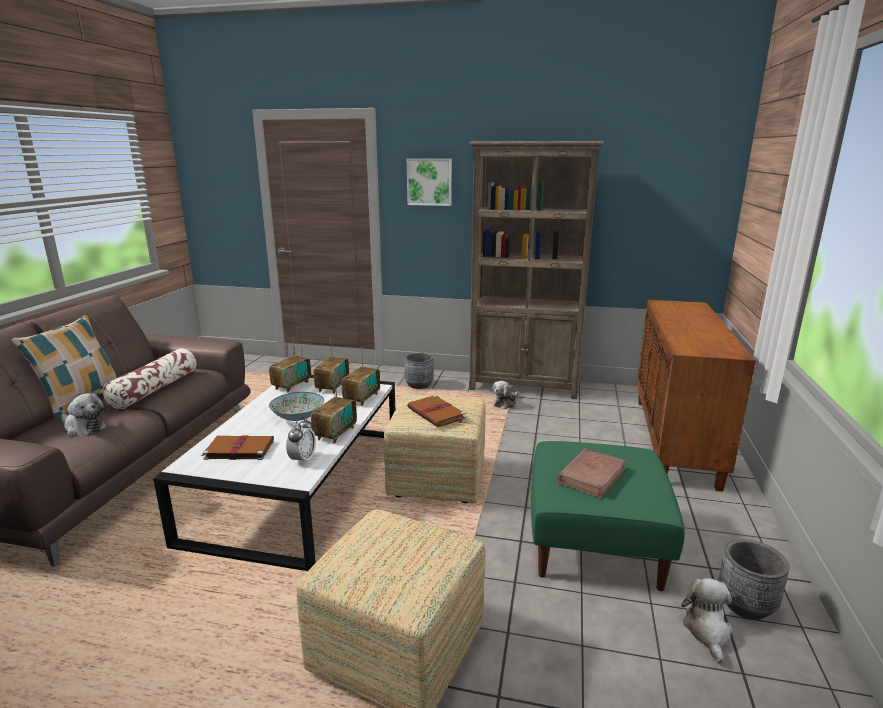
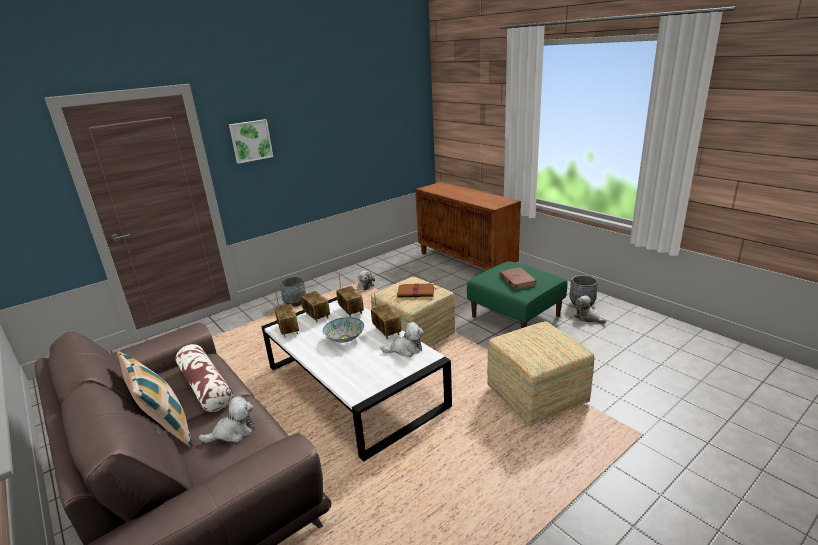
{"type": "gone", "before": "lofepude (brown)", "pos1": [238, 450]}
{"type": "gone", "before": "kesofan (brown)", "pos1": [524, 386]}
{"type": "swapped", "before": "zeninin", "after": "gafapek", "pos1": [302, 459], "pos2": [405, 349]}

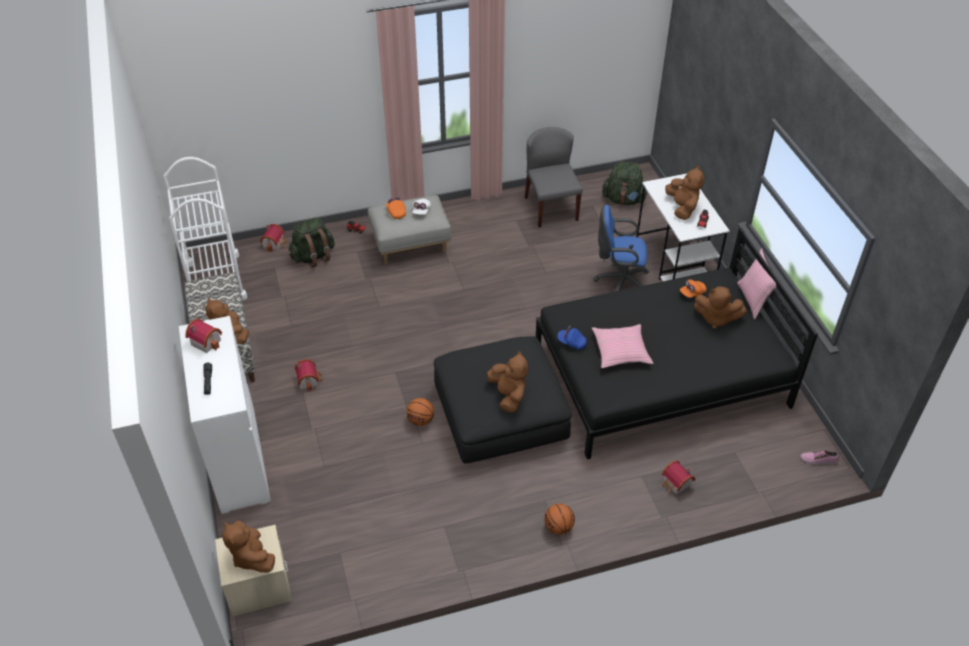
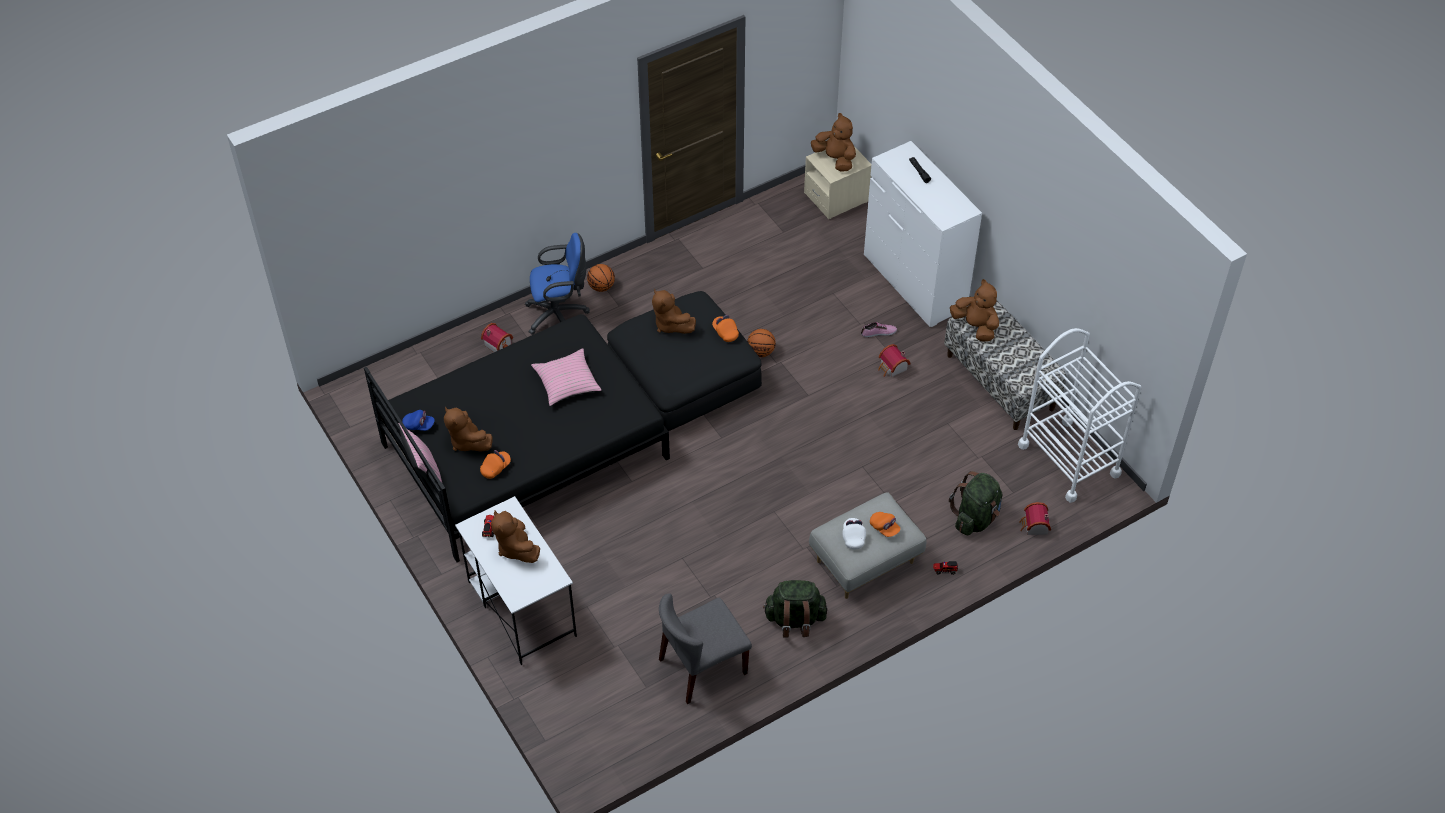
{"type": "gone", "before": "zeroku", "pos1": [206, 341]}
{"type": "new", "after": "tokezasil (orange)", "pos2": [725, 332]}
{"type": "shifted", "before": "tokezasil (blue)", "pos1": [571, 342], "pos2": [419, 425]}
{"type": "shifted", "before": "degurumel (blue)", "pos1": [619, 282], "pos2": [559, 315]}
{"type": "shifted", "before": "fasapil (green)", "pos1": [623, 200], "pos2": [795, 620]}
{"type": "shifted", "before": "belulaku", "pos1": [818, 459], "pos2": [878, 332]}
{"type": "rotated", "before": "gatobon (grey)", "pos1": [550, 208], "pos2": [702, 667], "turn": 90}
{"type": "rotated", "before": "gafapek (brown)", "pos1": [716, 318], "pos2": [467, 441], "turn": -135}

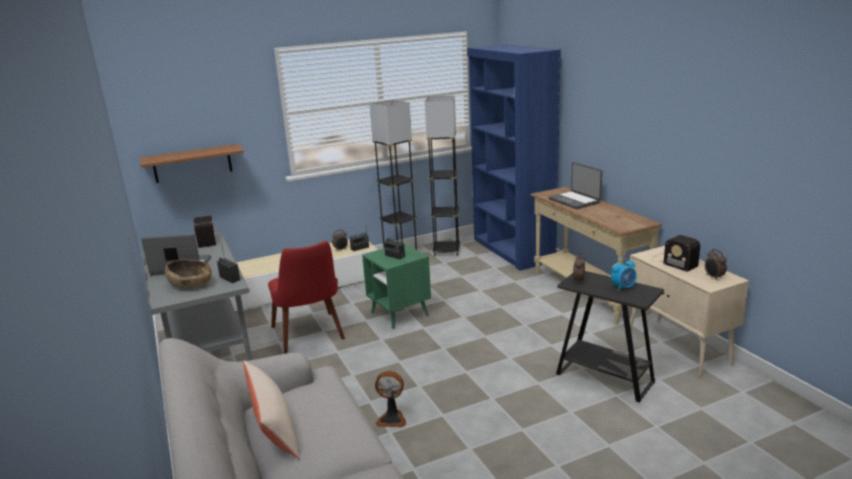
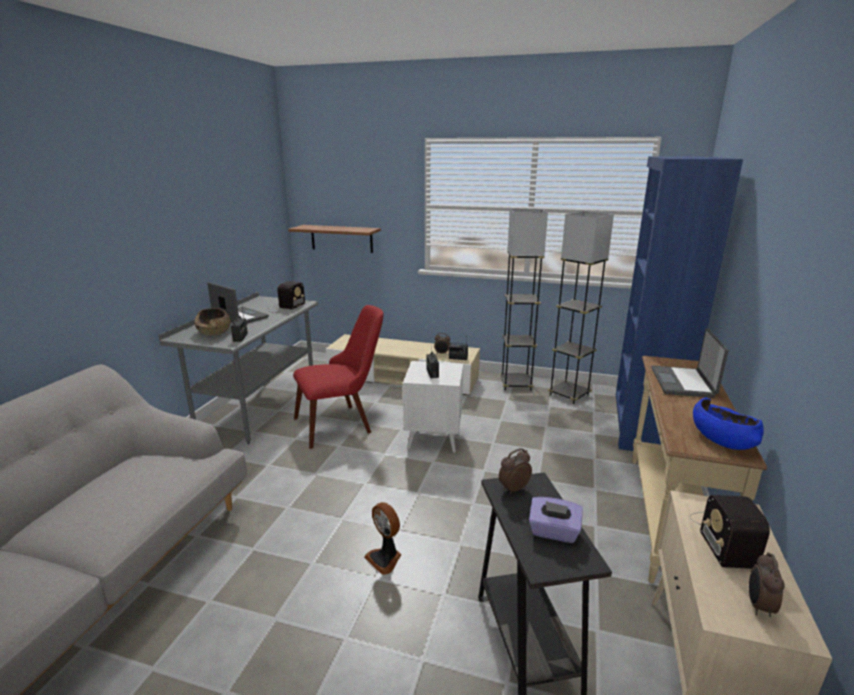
{"type": "gone", "before": "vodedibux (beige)", "pos1": [273, 428]}
{"type": "new", "after": "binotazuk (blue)", "pos2": [722, 438]}
{"type": "shifted", "before": "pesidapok", "pos1": [392, 419], "pos2": [385, 558]}
{"type": "swapped", "before": "zeninin", "after": "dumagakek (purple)", "pos1": [623, 287], "pos2": [553, 532]}
{"type": "repainted", "before": "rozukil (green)", "after": "rozukil (white)", "pos1": [399, 314], "pos2": [433, 438]}
{"type": "rotated", "before": "gatobon (red)", "pos1": [311, 337], "pos2": [342, 423], "turn": -135}

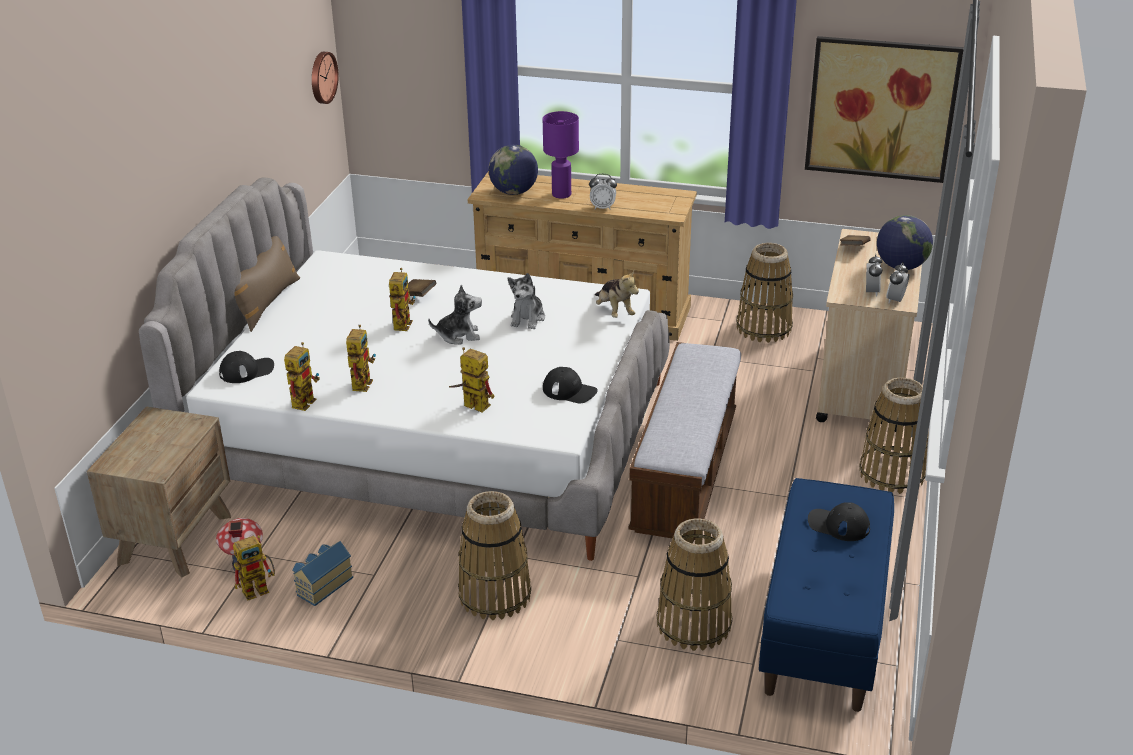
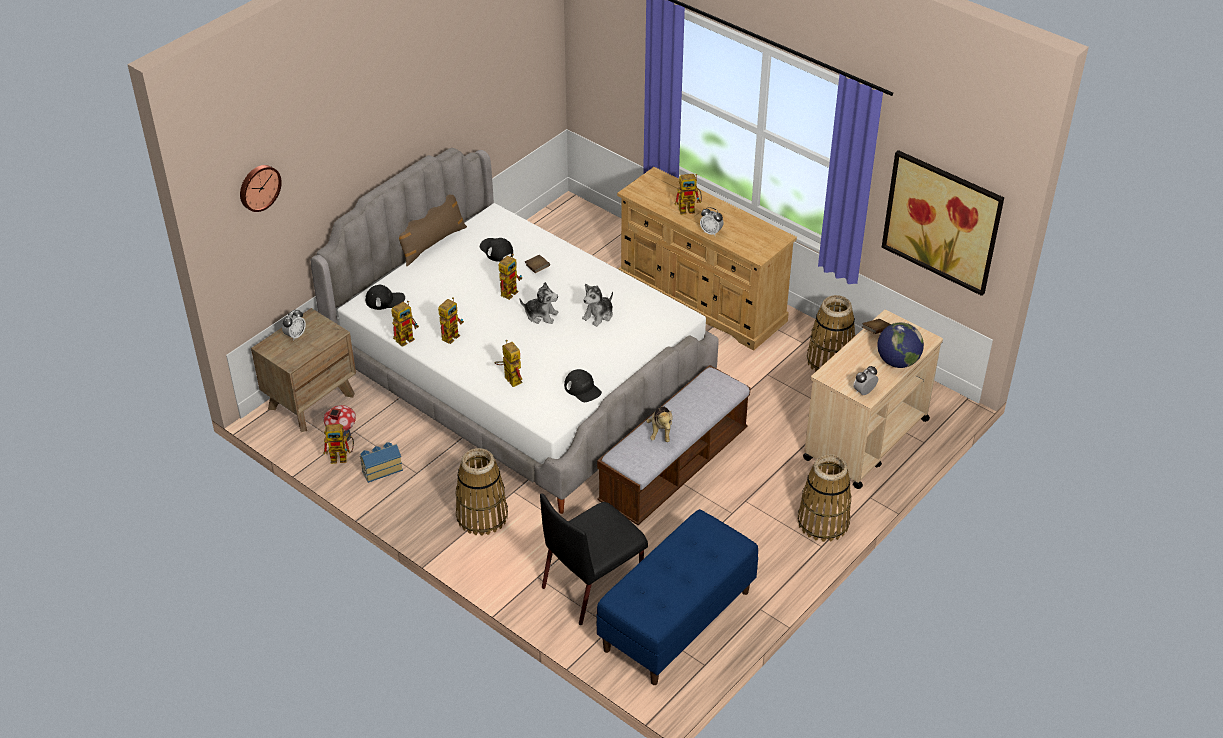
{"type": "gone", "before": "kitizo", "pos1": [514, 192]}
{"type": "shifted", "before": "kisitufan", "pos1": [322, 77], "pos2": [258, 187]}
{"type": "shifted", "before": "gafapek", "pos1": [614, 311], "pos2": [661, 431]}
{"type": "shifted", "before": "tokezasil (black)", "pos1": [838, 525], "pos2": [496, 250]}
{"type": "shifted", "before": "zeninin", "pos1": [871, 292], "pos2": [295, 335]}
{"type": "swapped", "before": "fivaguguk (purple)", "after": "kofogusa", "pos1": [561, 194], "pos2": [690, 209]}
{"type": "swapped", "before": "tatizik", "after": "gatobon (black)", "pos1": [693, 624], "pos2": [593, 585]}

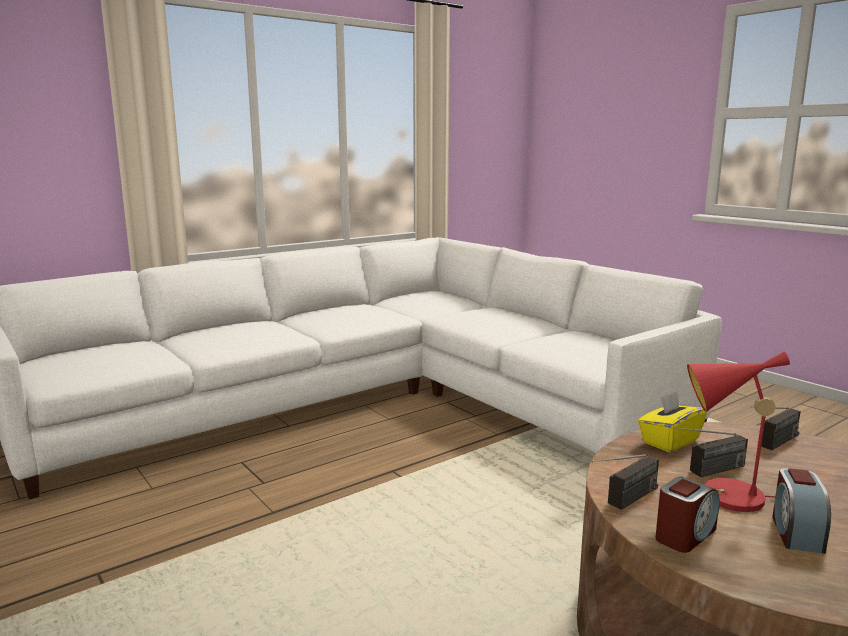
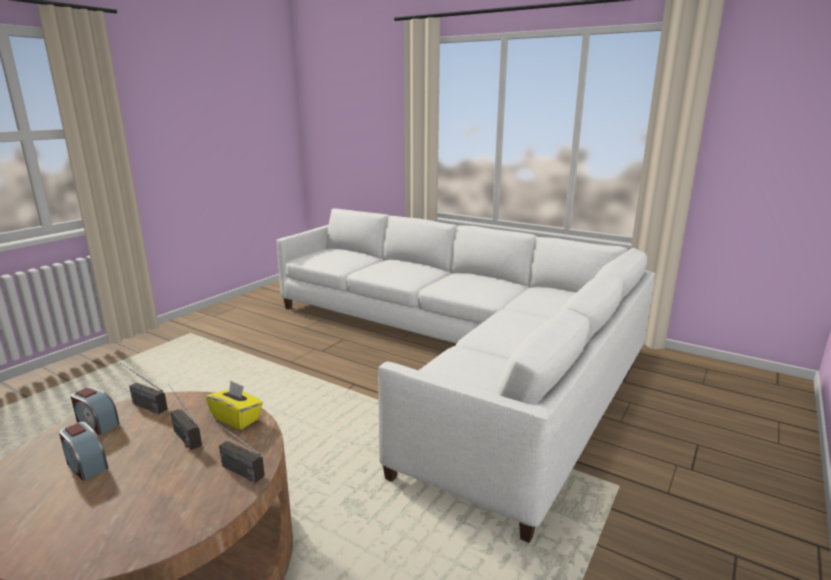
{"type": "gone", "before": "fivaguguk (red)", "pos1": [724, 497]}
{"type": "rotated", "before": "zeninin", "pos1": [796, 532], "pos2": [86, 465], "turn": -135}

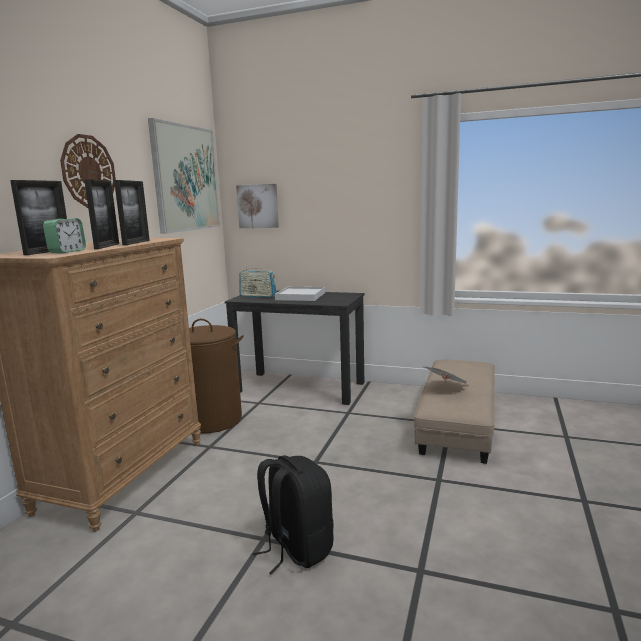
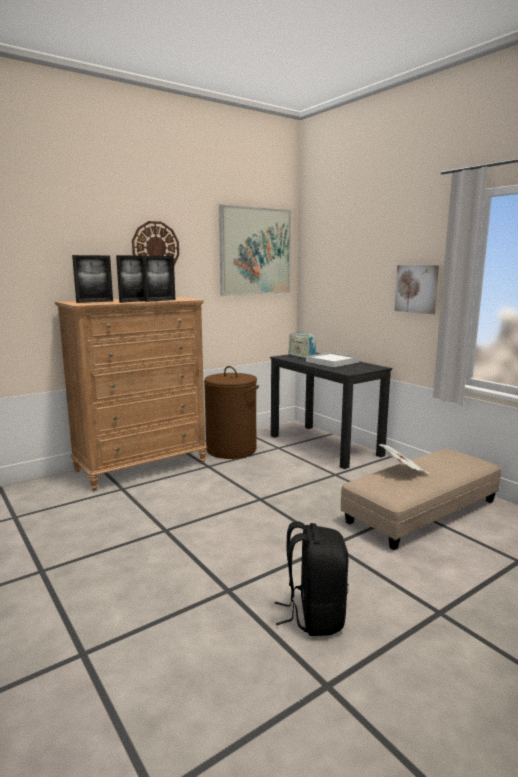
{"type": "gone", "before": "zeninin", "pos1": [67, 251]}
{"type": "shifted", "before": "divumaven", "pos1": [258, 206], "pos2": [417, 289]}
{"type": "shifted", "before": "fasapil (black)", "pos1": [296, 548], "pos2": [314, 615]}

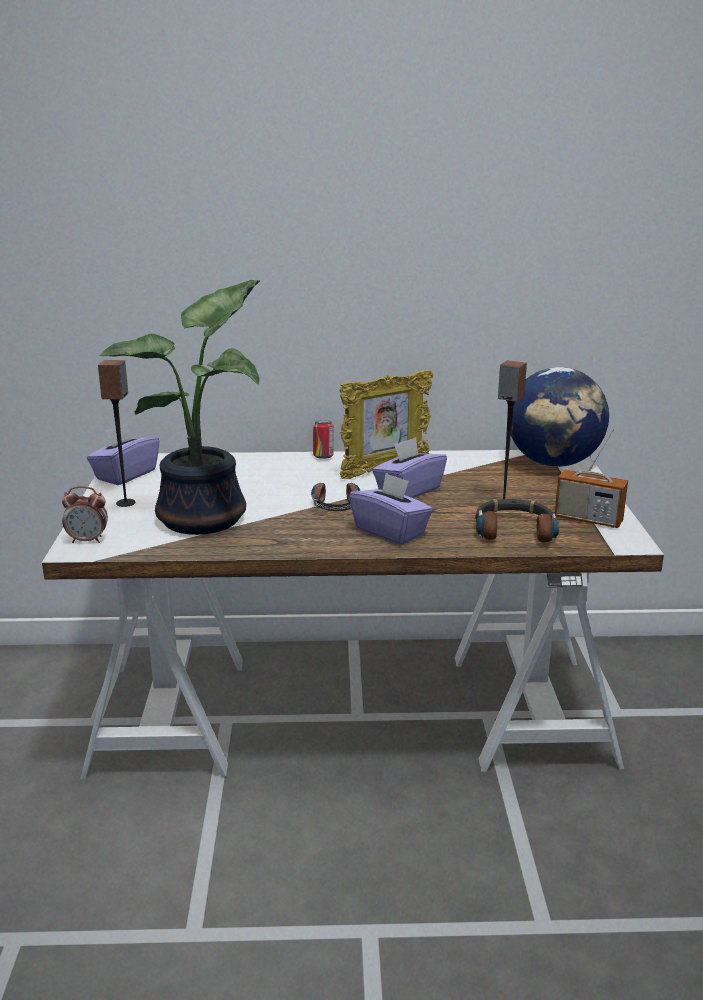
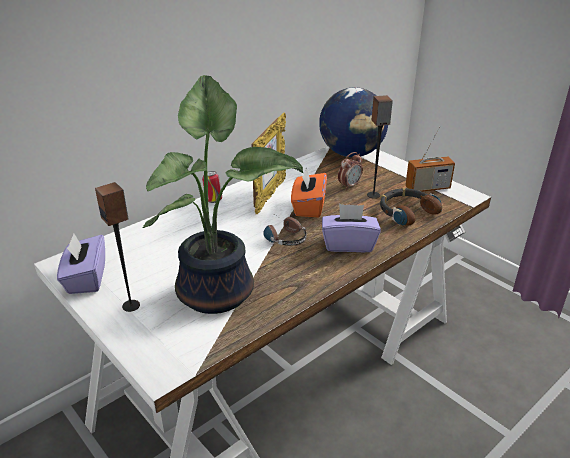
{"type": "shifted", "before": "zeninin", "pos1": [88, 540], "pos2": [349, 186]}
{"type": "repainted", "before": "dumagakek (purple)", "after": "dumagakek (orange)", "pos1": [408, 491], "pos2": [308, 207]}

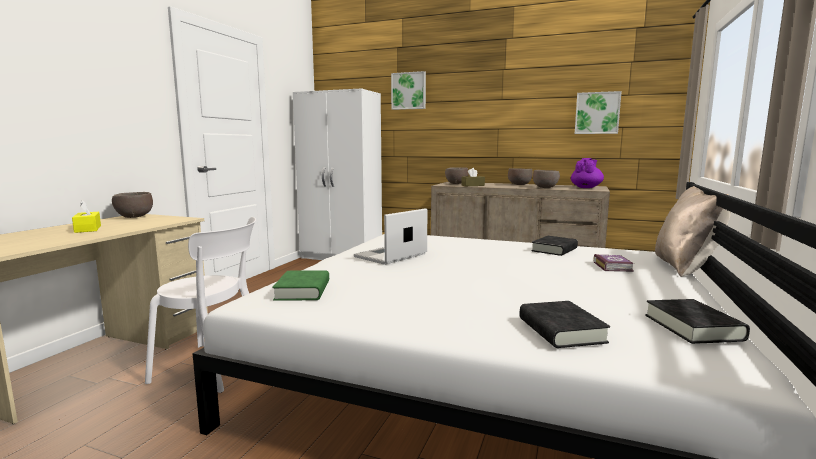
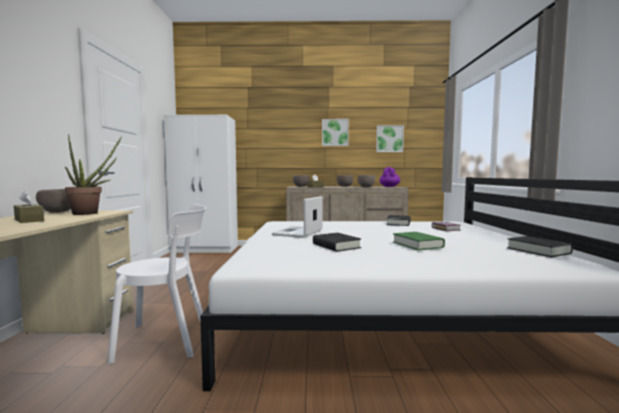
{"type": "gone", "before": "vodedibux (beige)", "pos1": [686, 267]}
{"type": "new", "after": "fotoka", "pos2": [91, 213]}
{"type": "shifted", "before": "lofepude (green)", "pos1": [303, 291], "pos2": [417, 245]}
{"type": "shifted", "before": "divumaven", "pos1": [409, 91], "pos2": [335, 132]}
{"type": "shifted", "before": "lofepude (black)", "pos1": [561, 330], "pos2": [336, 246]}
{"type": "repainted", "before": "dumagakek (yellow)", "after": "dumagakek (brown)", "pos1": [88, 229], "pos2": [29, 220]}

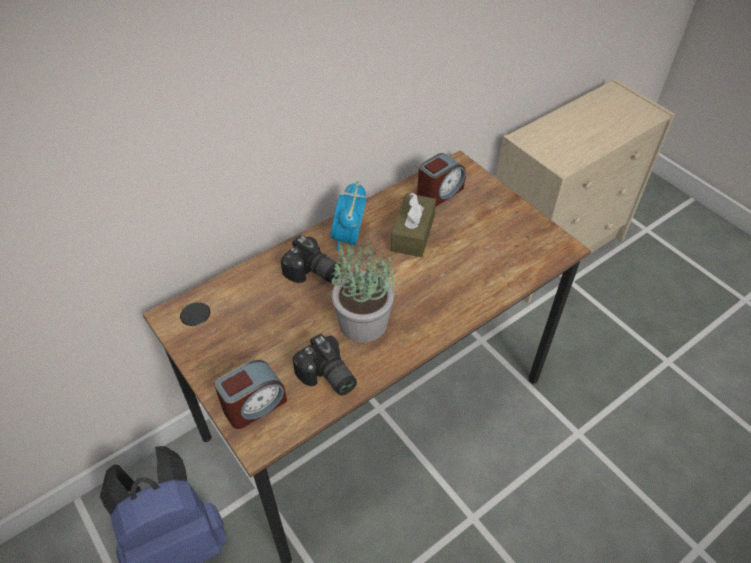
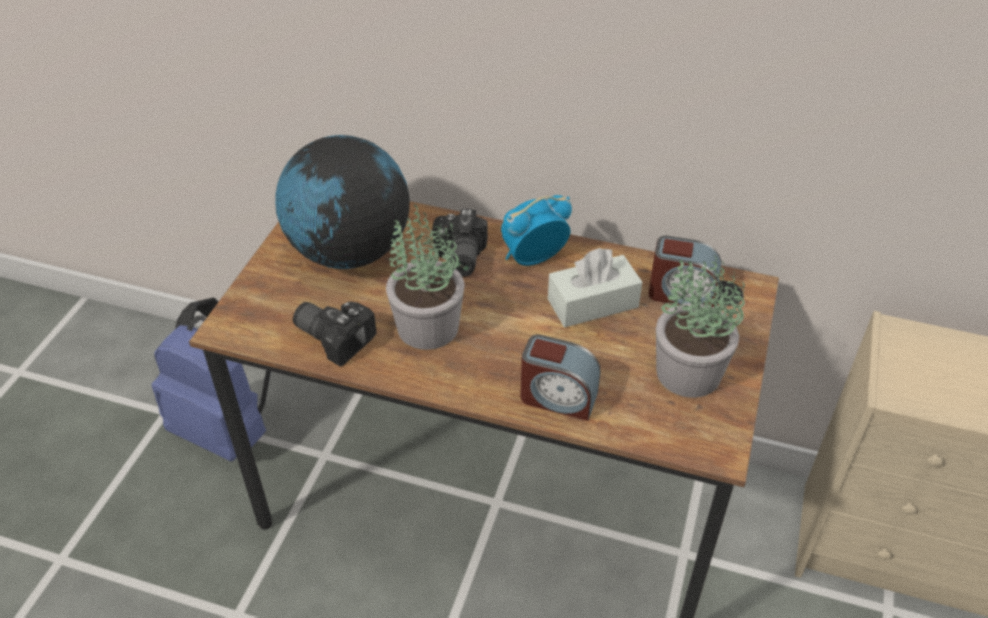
{"type": "new", "after": "kitizo", "pos2": [349, 252]}
{"type": "new", "after": "fotoka", "pos2": [687, 373]}
{"type": "shifted", "before": "zeninin", "pos1": [254, 405], "pos2": [558, 397]}
{"type": "repainted", "before": "dumagakek (brown)", "after": "dumagakek (white)", "pos1": [413, 233], "pos2": [592, 303]}
{"type": "rotated", "before": "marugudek", "pos1": [326, 377], "pos2": [335, 336], "turn": 105}

